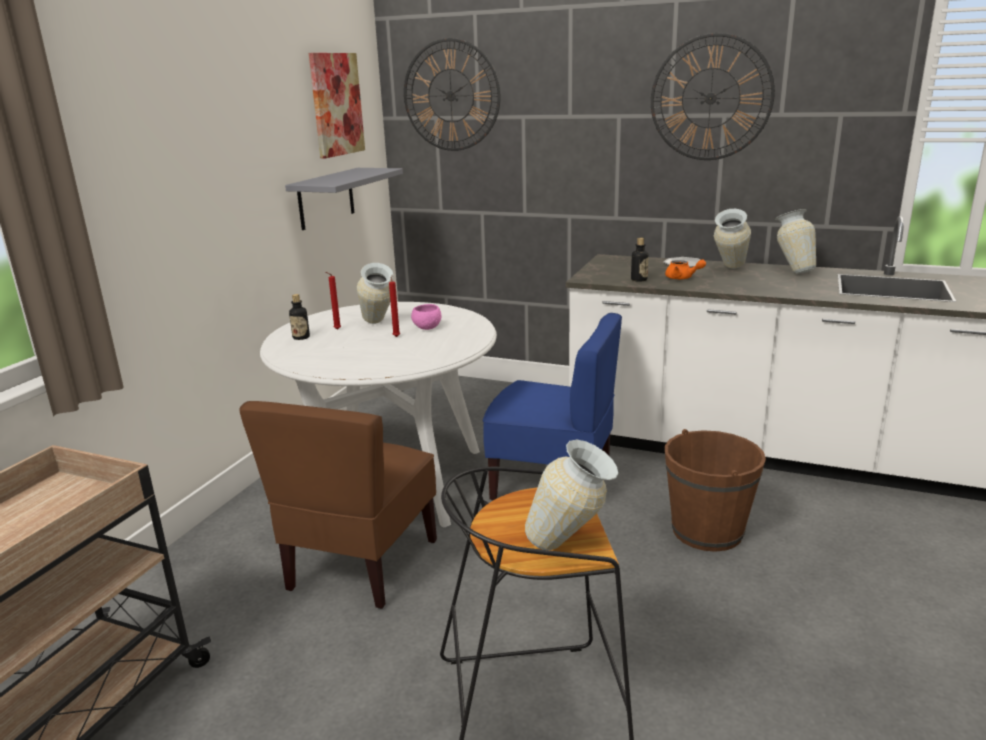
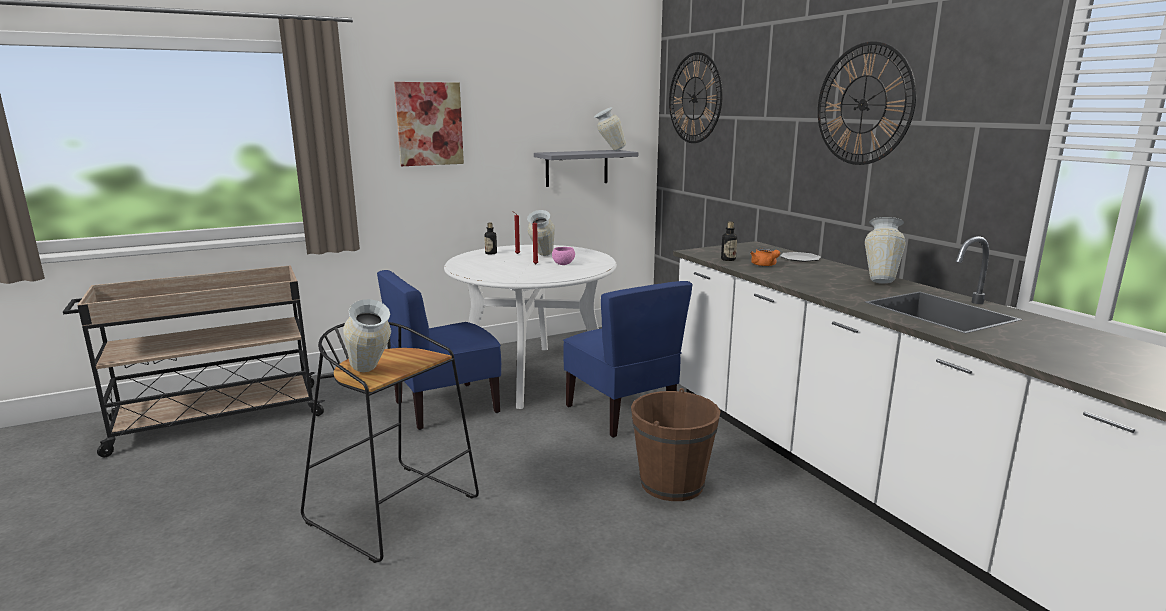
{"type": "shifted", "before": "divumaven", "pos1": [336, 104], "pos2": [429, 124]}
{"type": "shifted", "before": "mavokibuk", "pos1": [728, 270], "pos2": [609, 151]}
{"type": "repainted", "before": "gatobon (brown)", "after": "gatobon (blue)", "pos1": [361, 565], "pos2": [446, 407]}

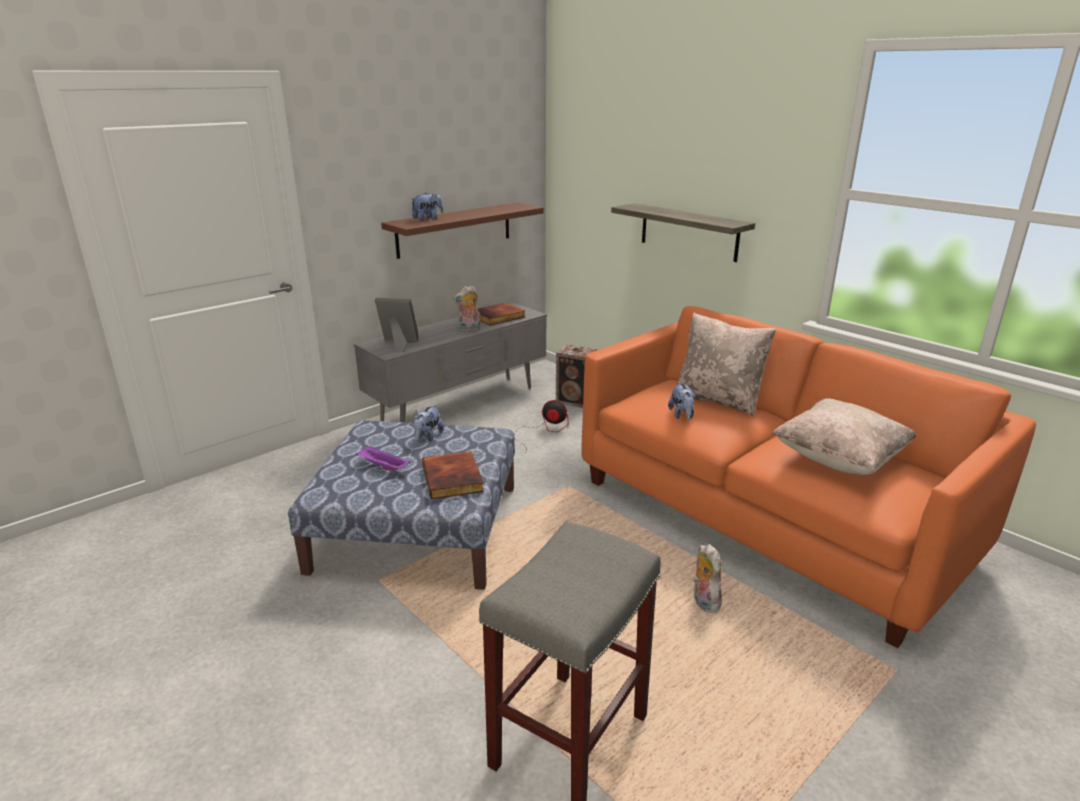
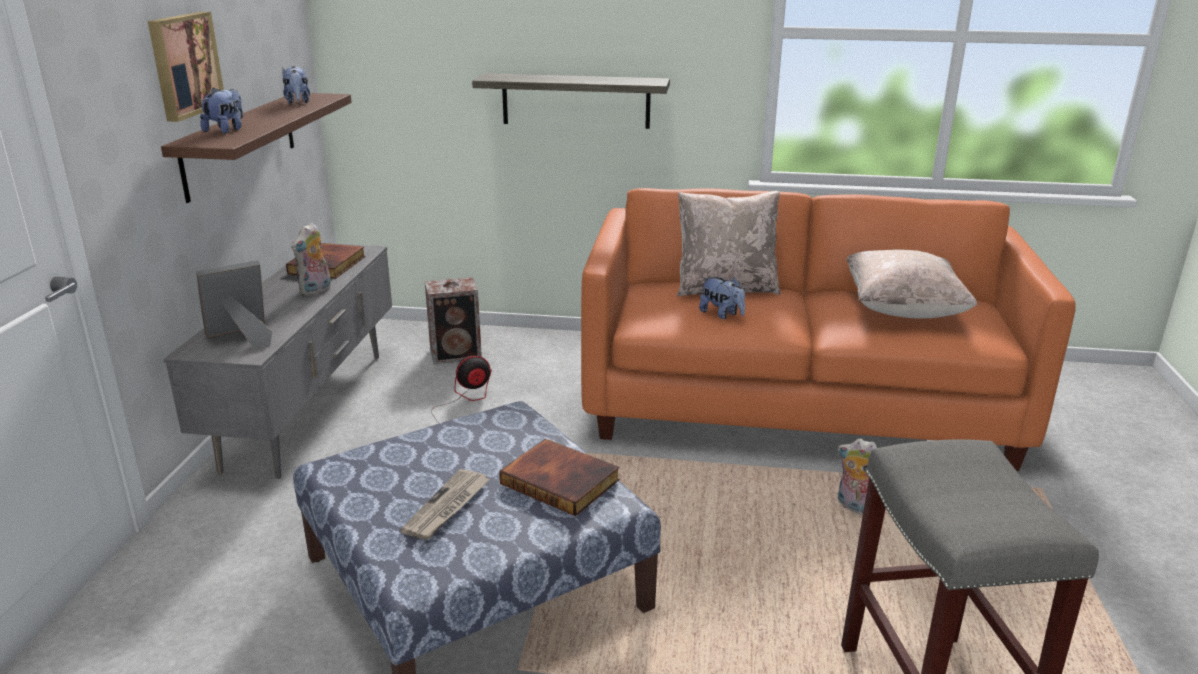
{"type": "new", "after": "divumaven", "pos2": [184, 65]}
{"type": "shifted", "before": "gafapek", "pos1": [427, 436], "pos2": [298, 102]}
{"type": "swapped", "before": "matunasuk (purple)", "after": "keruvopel", "pos1": [382, 467], "pos2": [447, 507]}

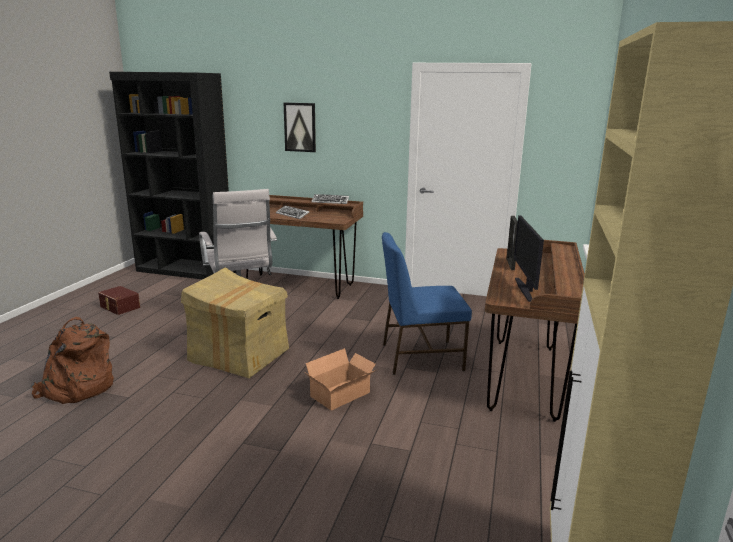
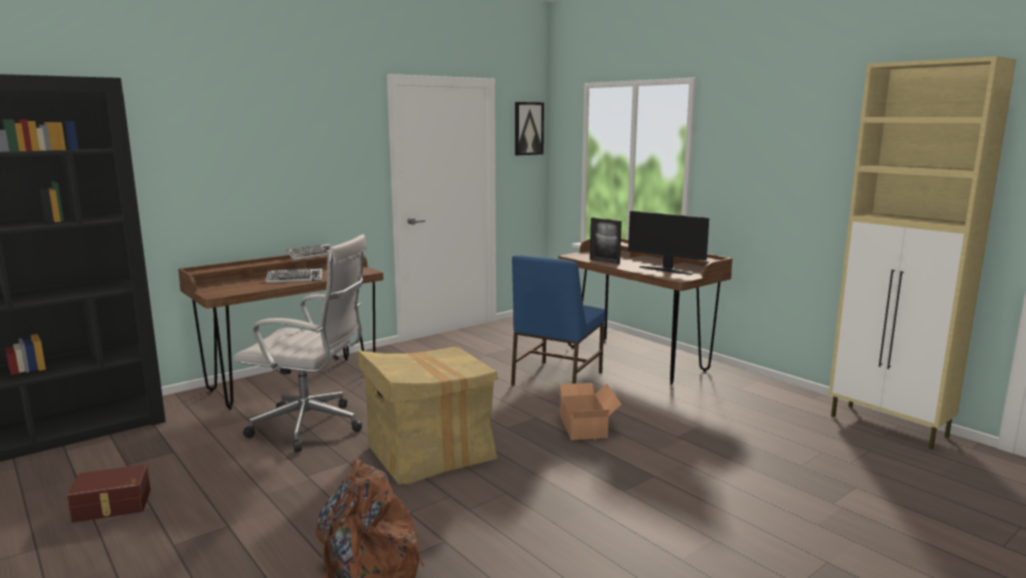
{"type": "shifted", "before": "divumaven", "pos1": [300, 127], "pos2": [528, 128]}

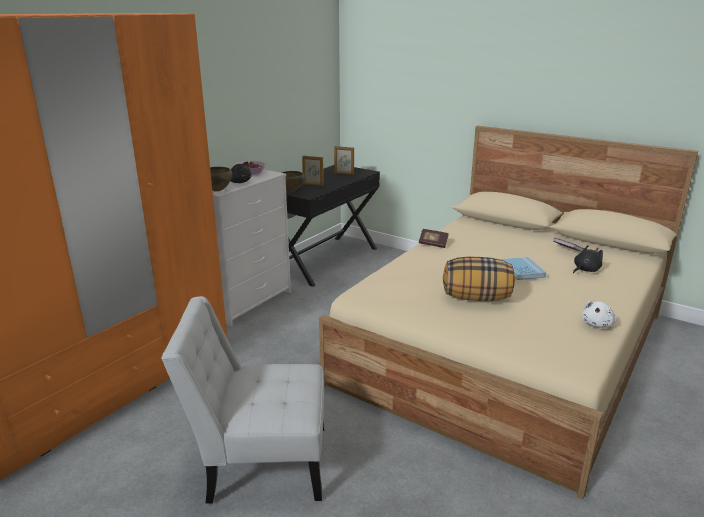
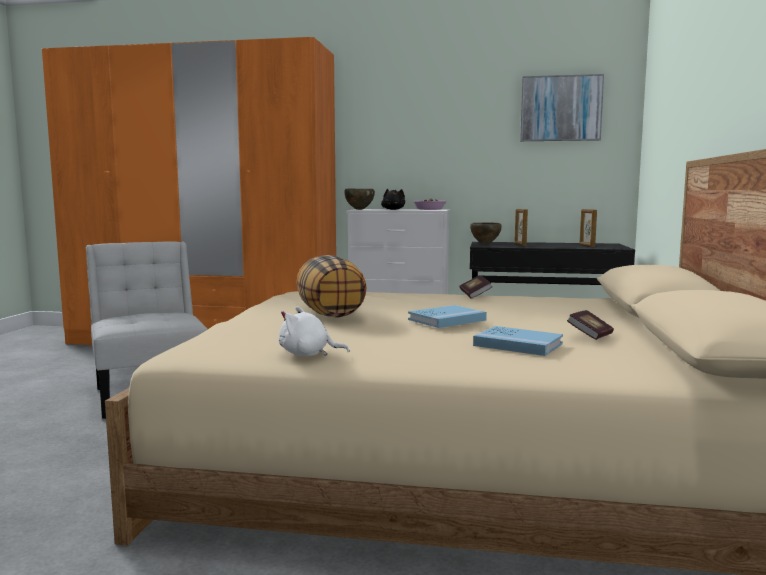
{"type": "new", "after": "divumaven", "pos2": [560, 108]}
{"type": "swapped", "before": "gafapek (black)", "after": "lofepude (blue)", "pos1": [585, 270], "pos2": [518, 344]}

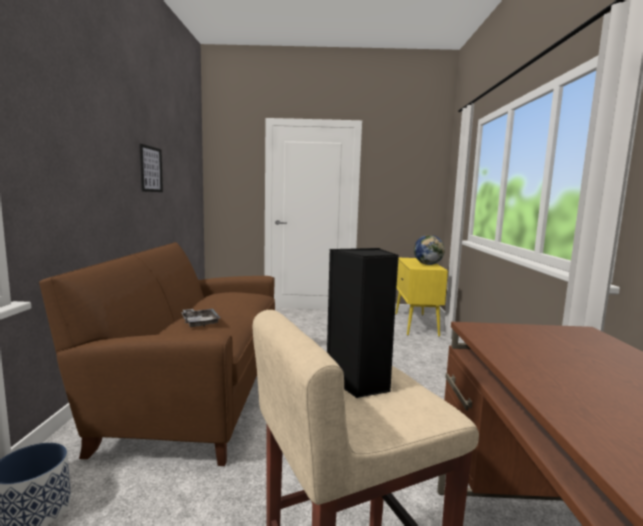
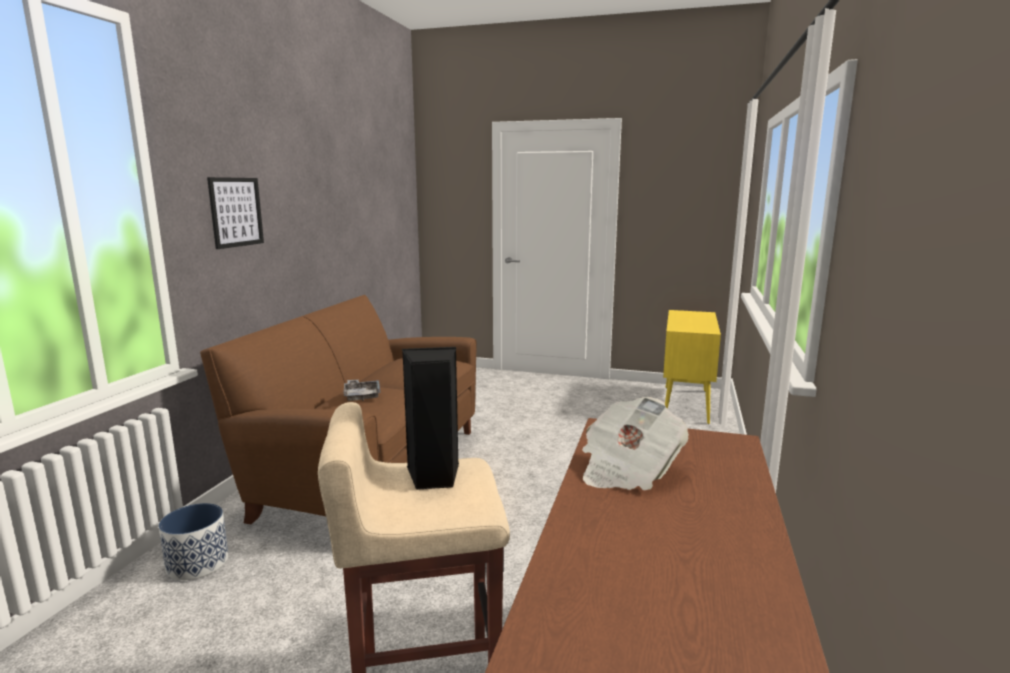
{"type": "gone", "before": "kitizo", "pos1": [428, 264]}
{"type": "new", "after": "keruvopel", "pos2": [627, 470]}
{"type": "shifted", "before": "divumaven", "pos1": [151, 169], "pos2": [236, 212]}

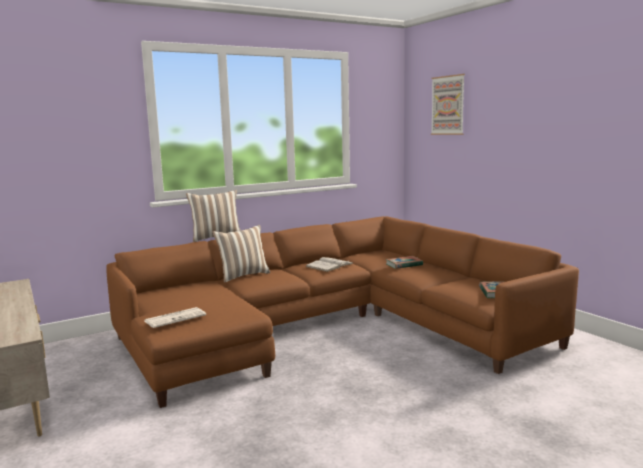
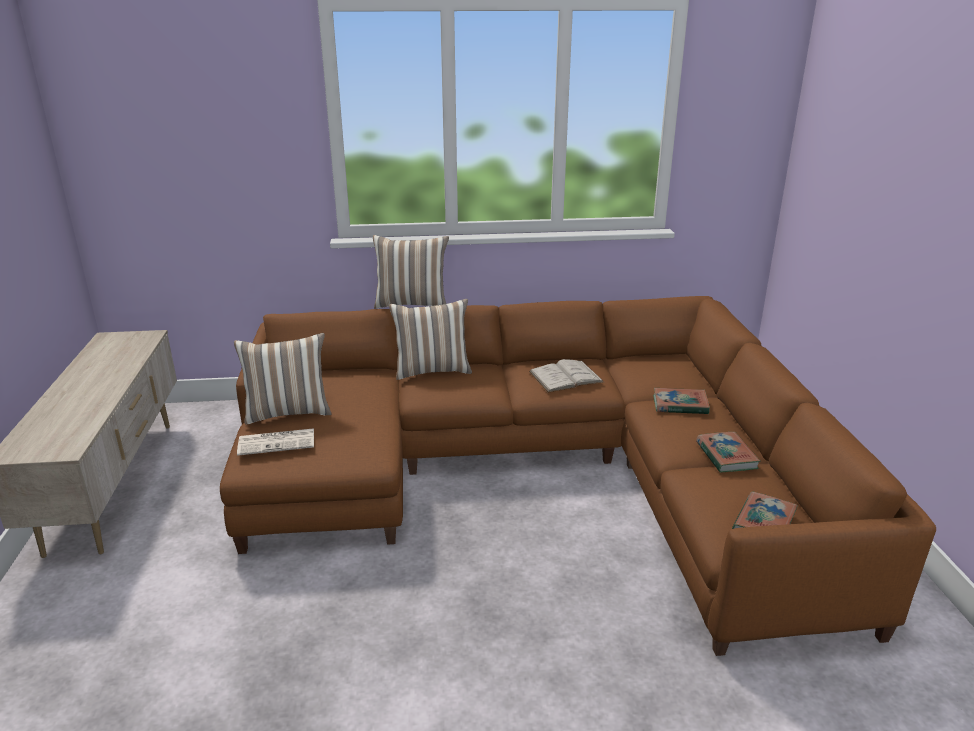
{"type": "gone", "before": "divumaven", "pos1": [448, 105]}
{"type": "new", "after": "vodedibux", "pos2": [288, 412]}
{"type": "new", "after": "lofepude", "pos2": [726, 455]}

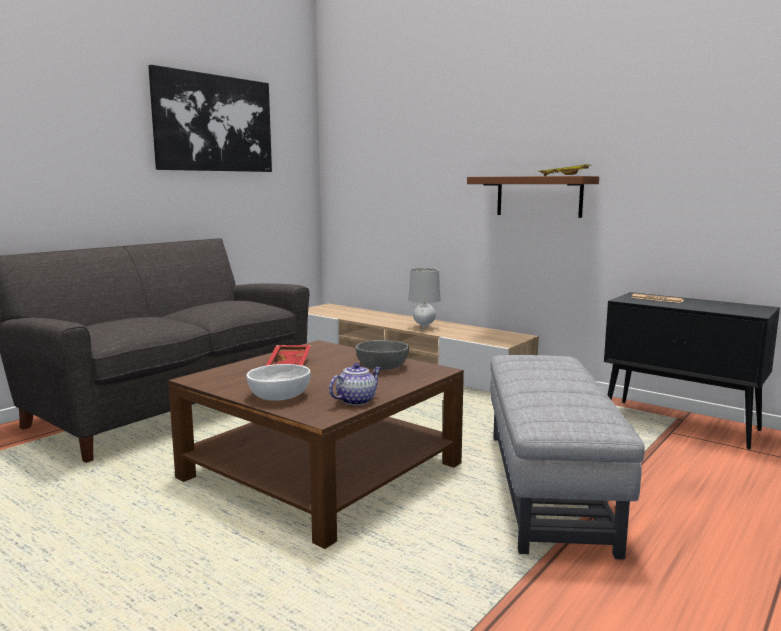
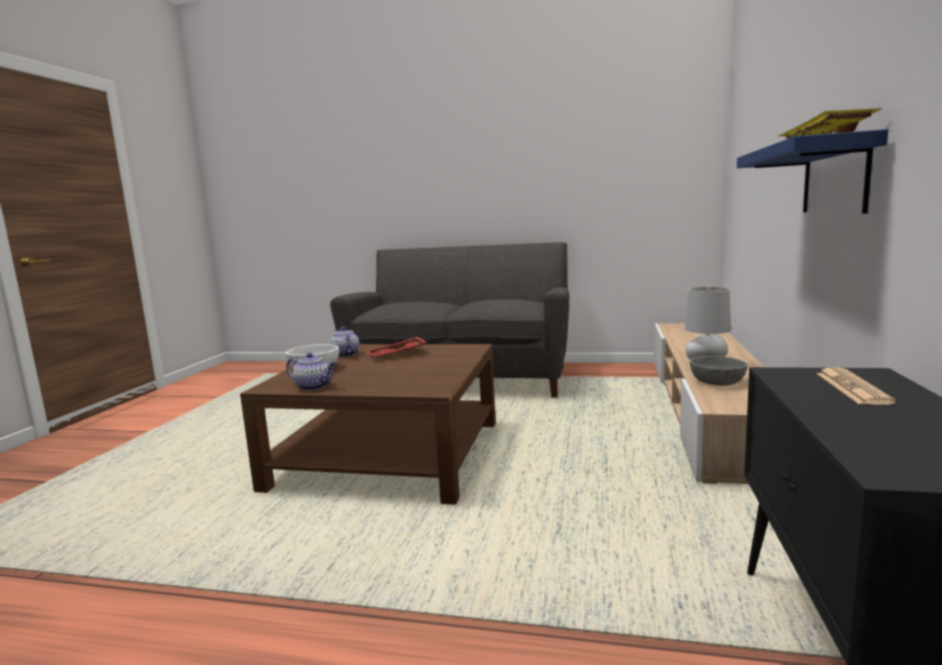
{"type": "gone", "before": "divumaven", "pos1": [214, 123]}
{"type": "gone", "before": "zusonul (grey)", "pos1": [546, 487]}
{"type": "new", "after": "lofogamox", "pos2": [344, 355]}
{"type": "shifted", "before": "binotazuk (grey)", "pos1": [382, 366], "pos2": [717, 382]}
{"type": "repainted", "before": "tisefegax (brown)", "after": "tisefegax (blue)", "pos1": [539, 196], "pos2": [834, 178]}

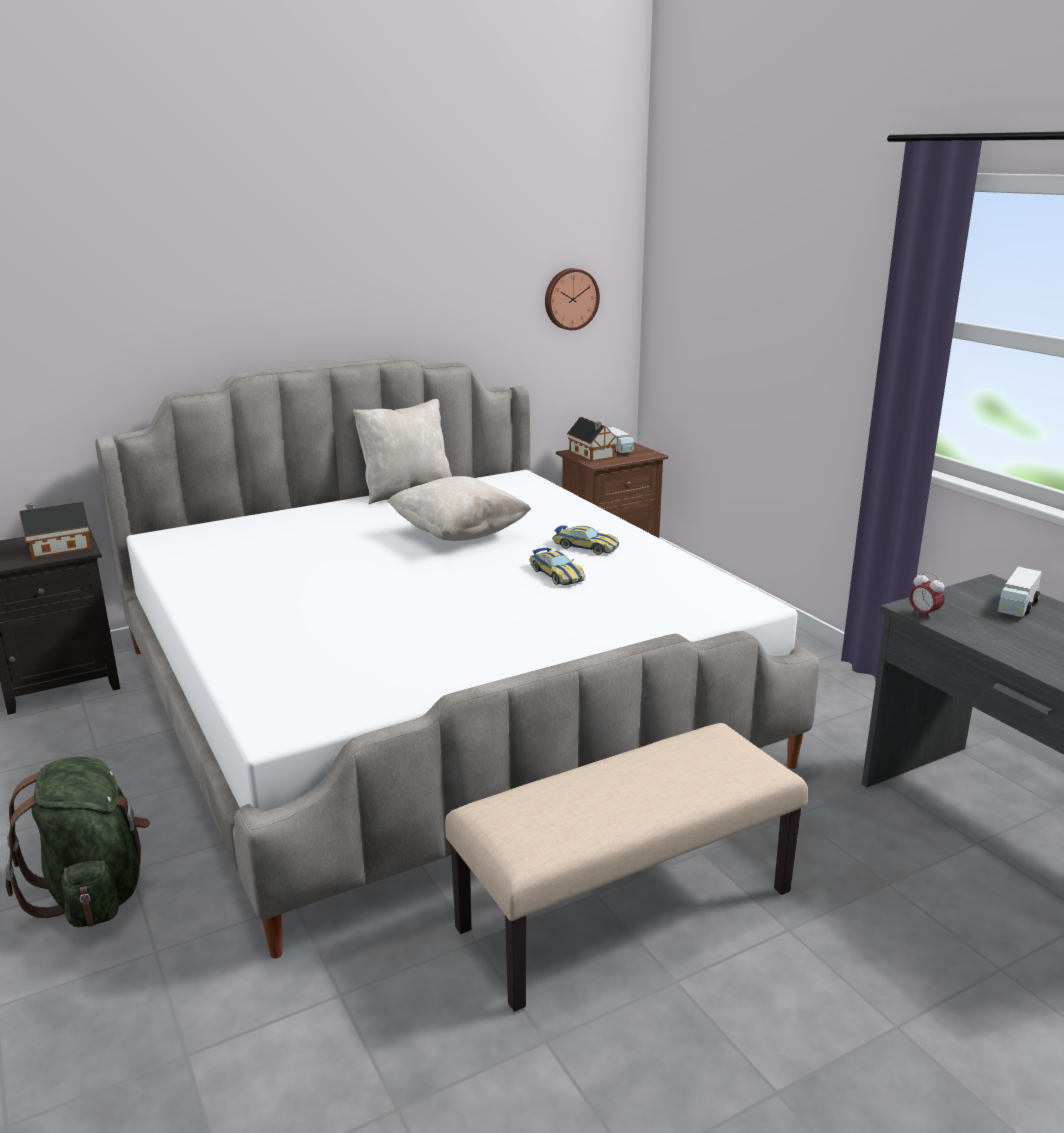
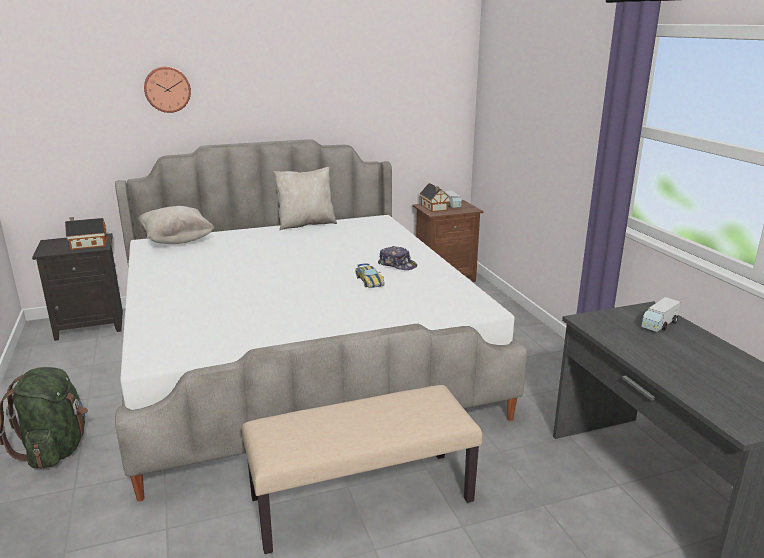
{"type": "gone", "before": "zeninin", "pos1": [923, 614]}
{"type": "shifted", "before": "vodedibux (beige)", "pos1": [459, 535], "pos2": [177, 241]}
{"type": "shifted", "before": "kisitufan", "pos1": [570, 299], "pos2": [167, 89]}
{"type": "swapped", "before": "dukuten", "after": "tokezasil", "pos1": [585, 547], "pos2": [397, 265]}

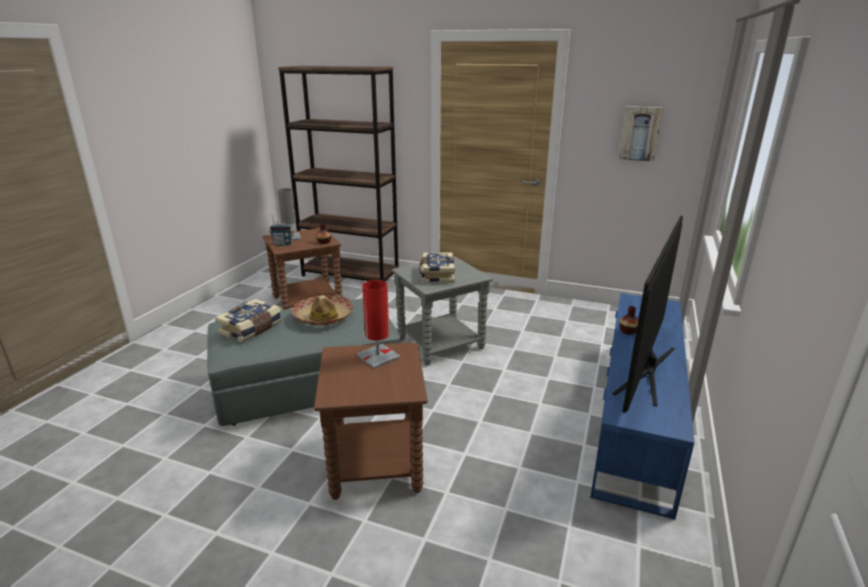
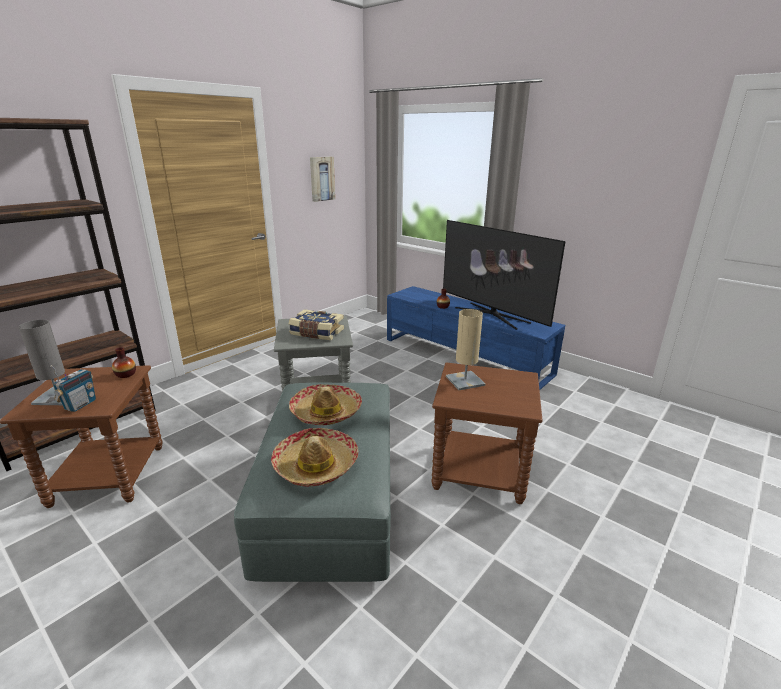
{"type": "swapped", "before": "lofepude", "after": "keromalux", "pos1": [251, 329], "pos2": [316, 465]}
{"type": "repainted", "before": "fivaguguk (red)", "after": "fivaguguk (beige)", "pos1": [378, 357], "pos2": [465, 381]}

